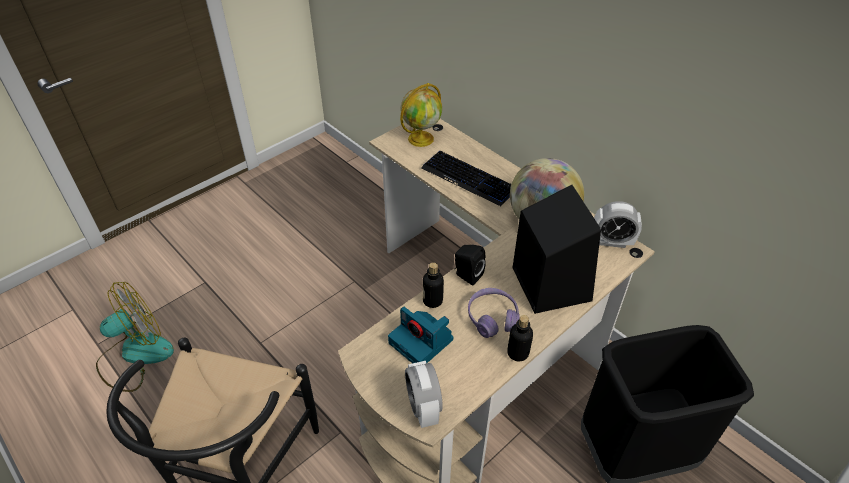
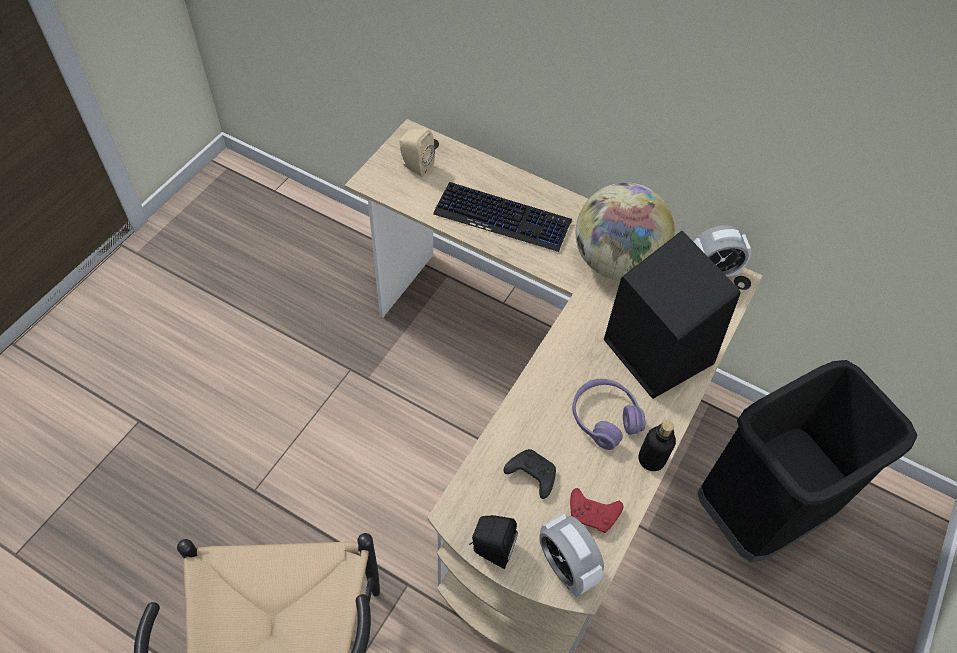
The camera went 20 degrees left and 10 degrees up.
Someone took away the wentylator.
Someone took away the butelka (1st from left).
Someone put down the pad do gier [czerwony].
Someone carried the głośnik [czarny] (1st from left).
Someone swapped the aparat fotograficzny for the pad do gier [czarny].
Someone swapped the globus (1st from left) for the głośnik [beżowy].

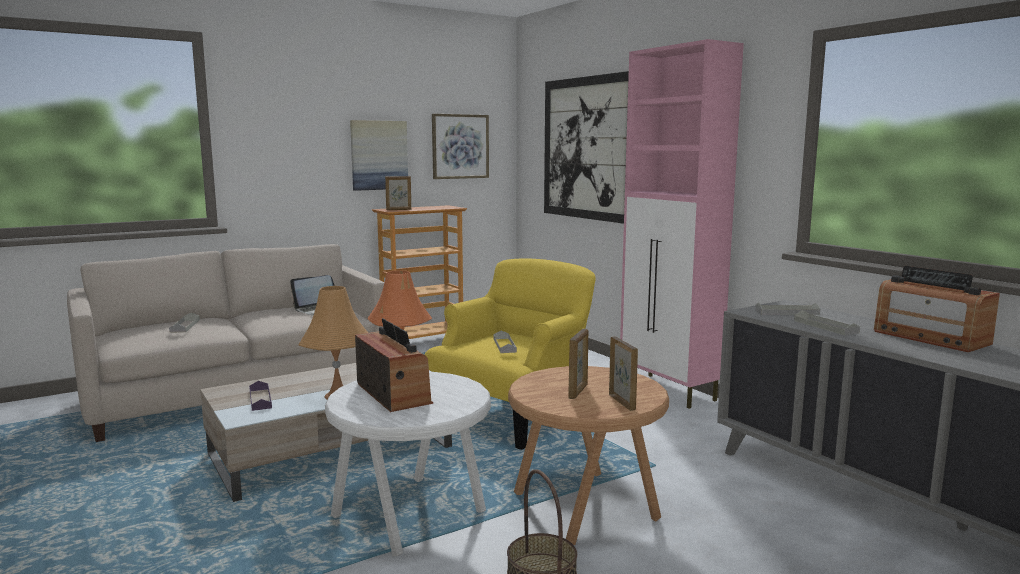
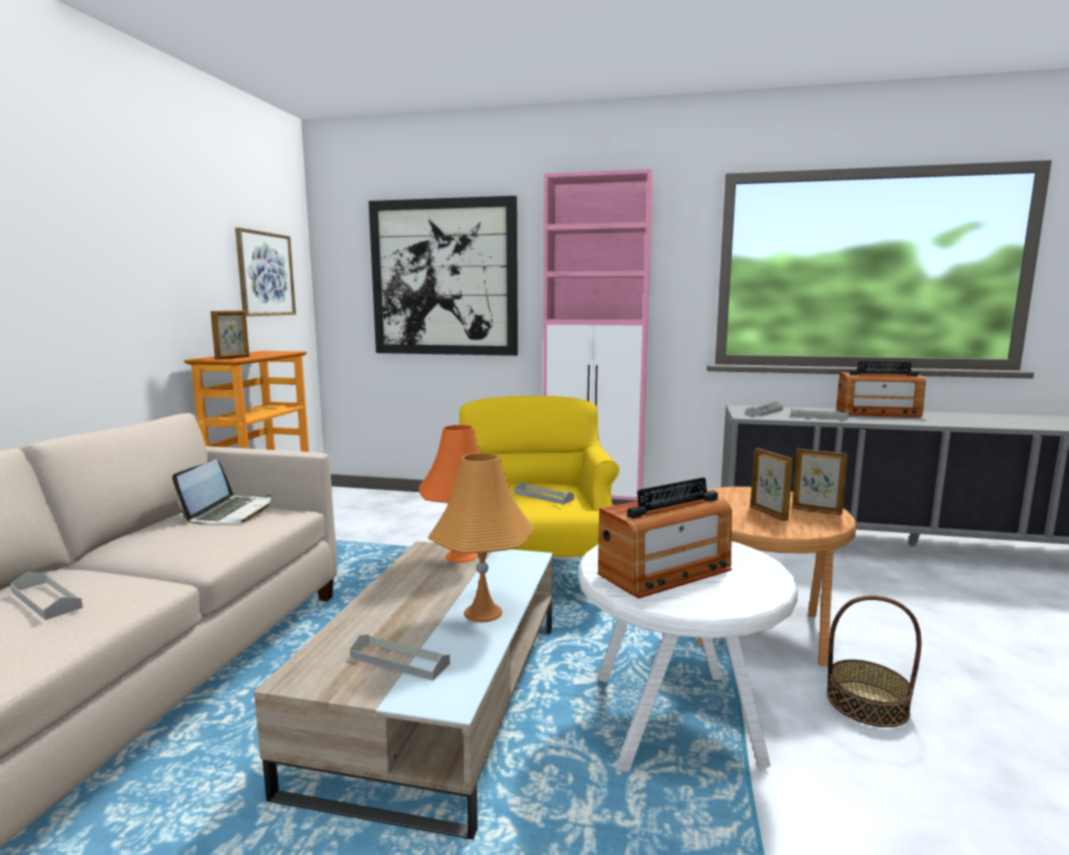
The camera went 45 degrees left and 0 degrees up.
Someone took away the obraz (1st from left).
Someone repainted the taca [fioletowy], which became the taca [szary] (2nd from left).
Someone rotated the radio (1st from left) by 135 degrees clockwise.

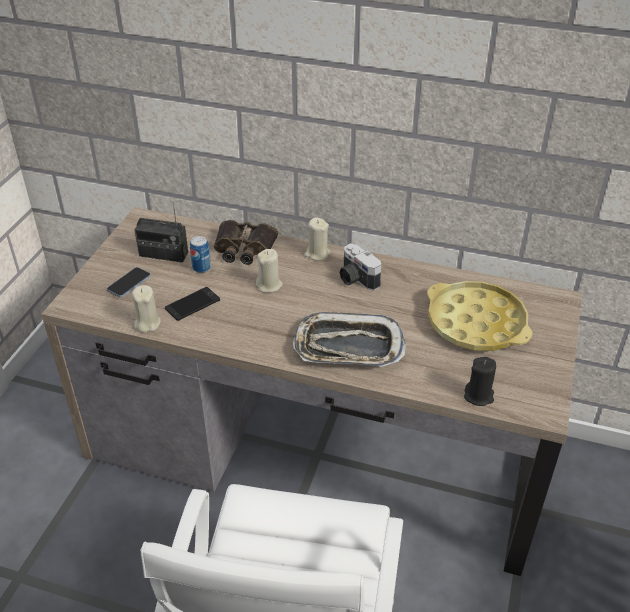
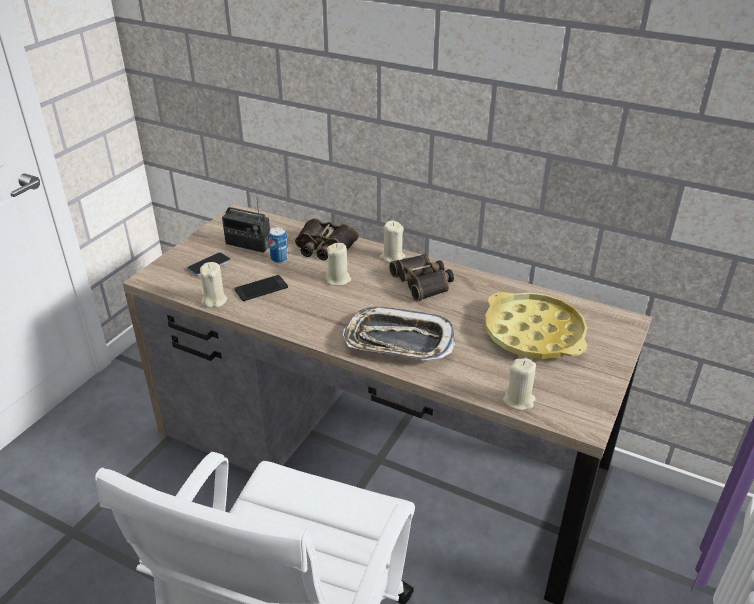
The camera went 10 degrees right and 5 degrees down.
Someone swapped the aparat fotograficzny for the lornetka (2nd from left).
Someone repainted the świeca [czarny], which became the świeca [beżowy] (4th from left).

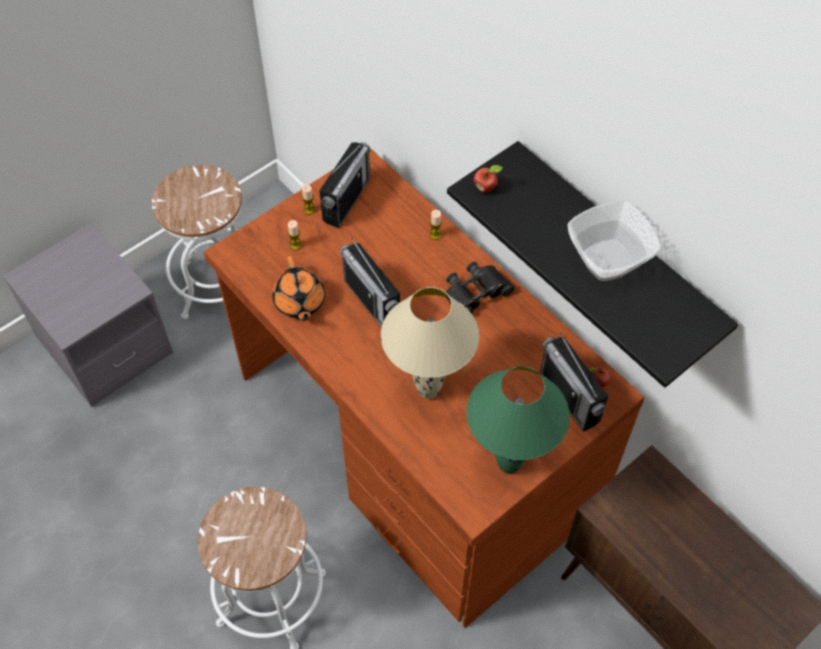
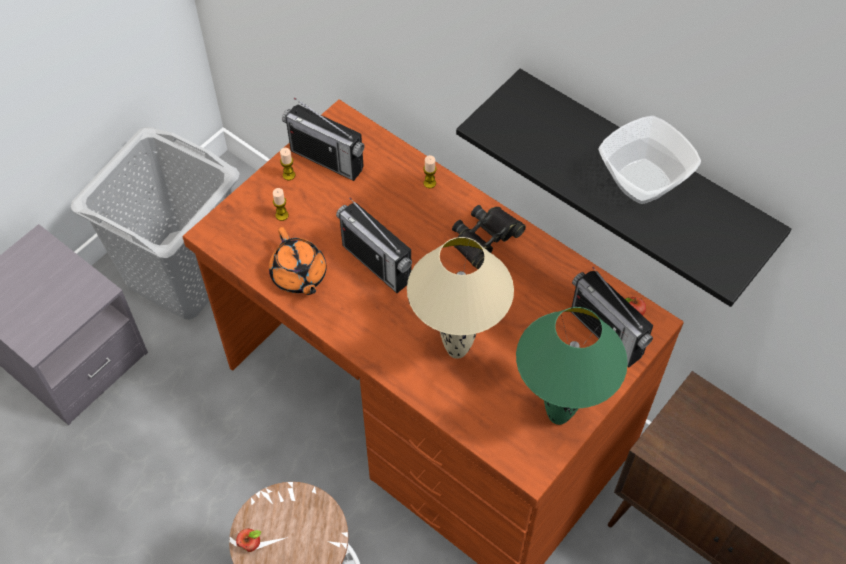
The camera went 10 degrees left and 0 degrees up.
Someone carried the jabłko (1st from left).
Someone swapped the stołek [biały] (1st from left) for the kosz na pranie [szary].
Someone rotated the radio (1st from left) by 105 degrees clockwise.

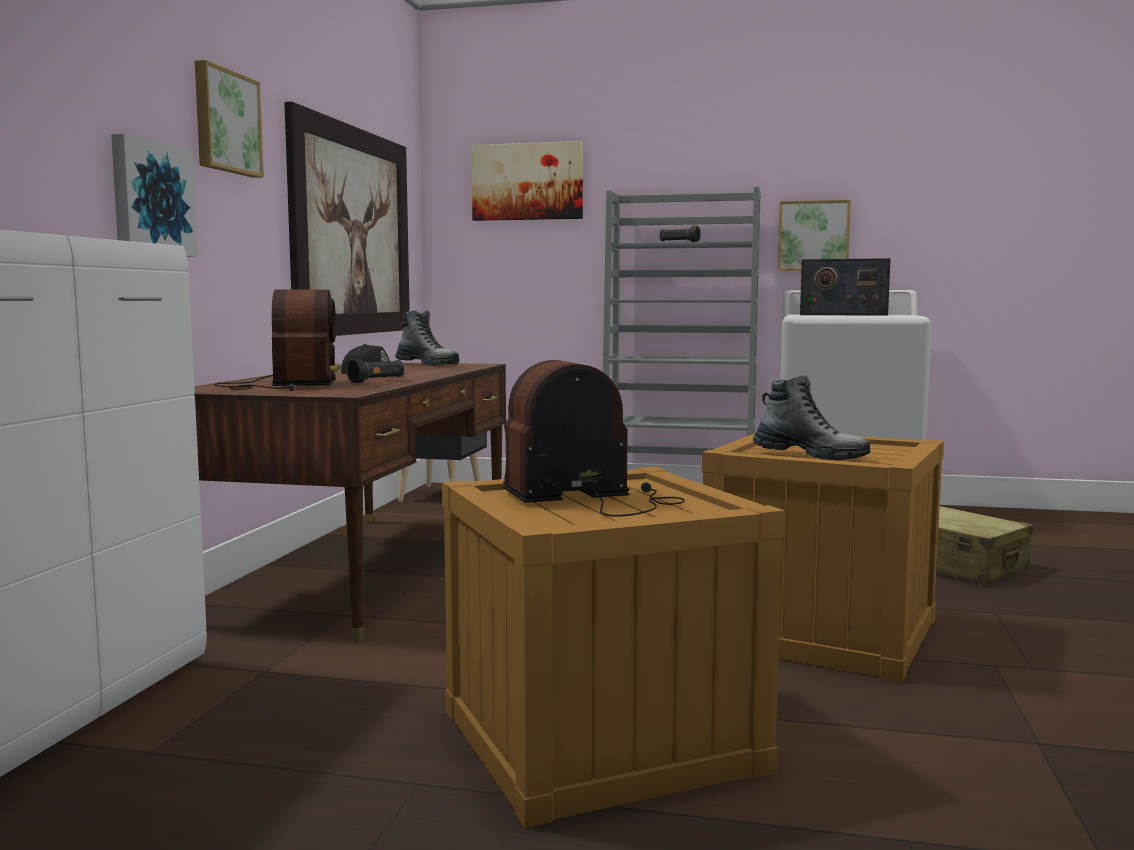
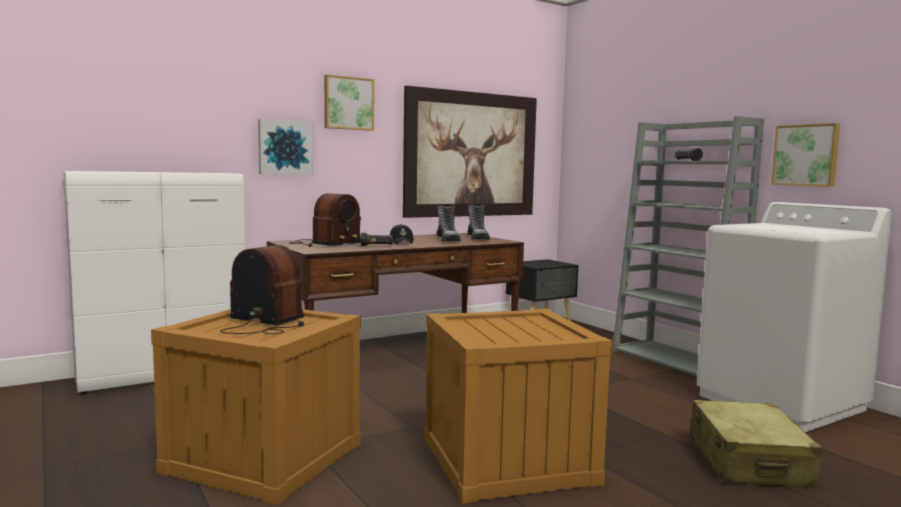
The camera went 45 degrees right and 0 degrees up.
Someone took away the obraz (4th from left).
Someone took away the radio (3rd from left).
Someone carried the but z cholewką (2nd from left in the first image).

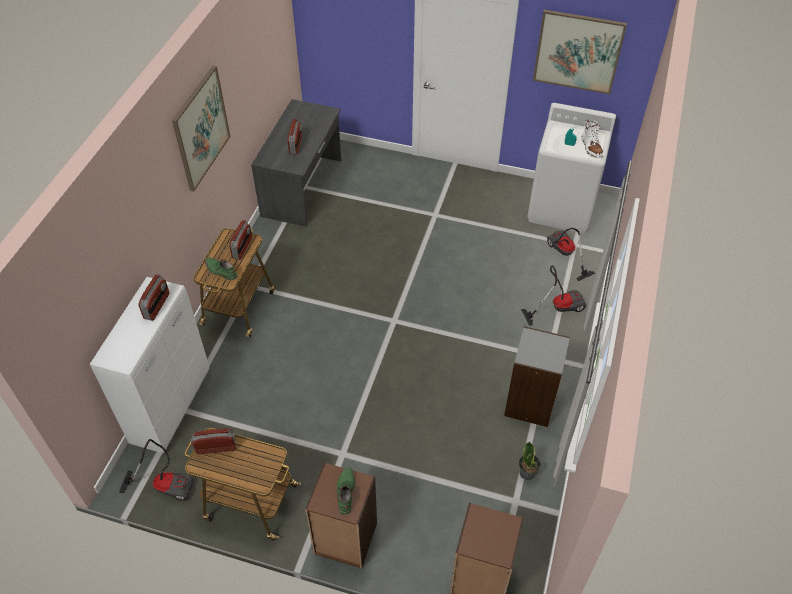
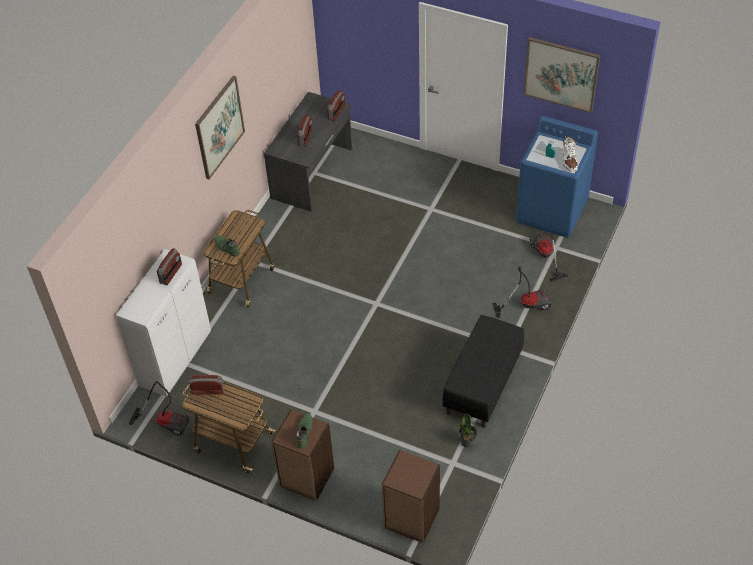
The camera went 10 degrees right and 0 degrees up.
Someone carried the radio (3rd from left in the first image).
Someone swapped the regał [szary] for the ławka [czarny].
Someone repainted the pralka [biały], which became the pralka [niebieski].

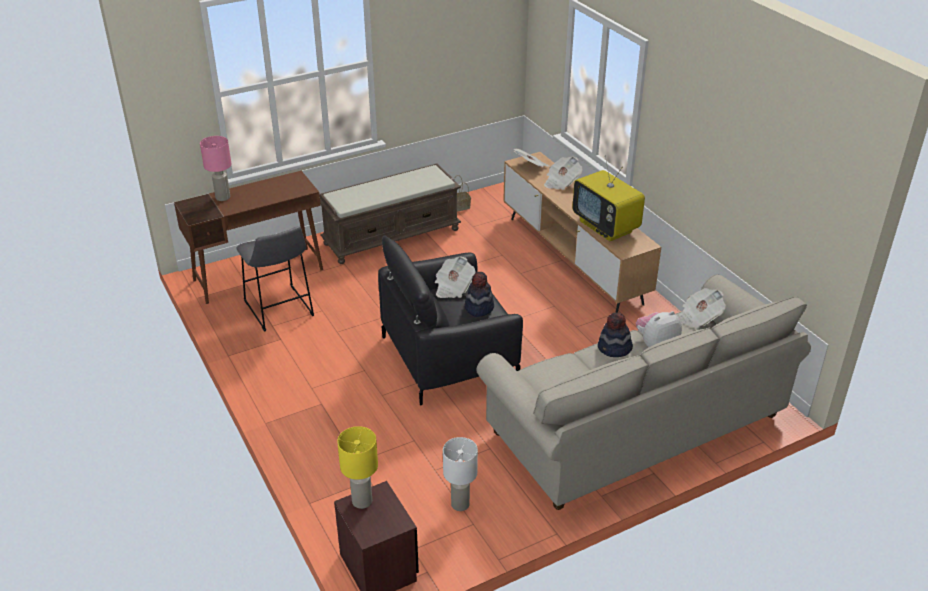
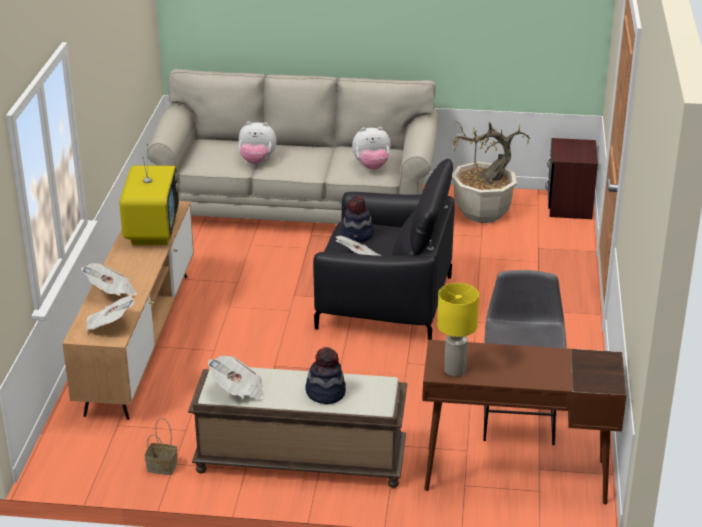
The camera went 145 degrees left and 5 degrees down.
Someone took away the lampa stołowa [różowy].
Someone put down the pluszak (2nd from left).
Someone carried the lampa stołowa [żółty].
Someone carried the kapelusz (2nd from left in the first image).
Someone carried the gazeta (4th from left in the first image).
Someone swapped the lampa stołowa [biały] for the roślina doniczkowa.

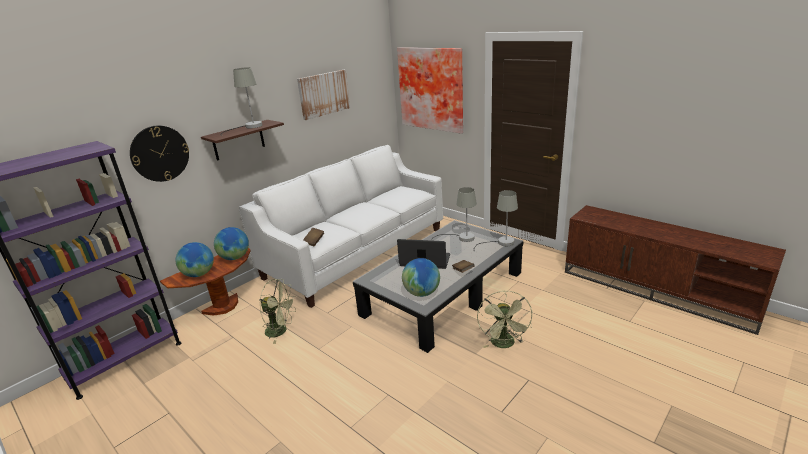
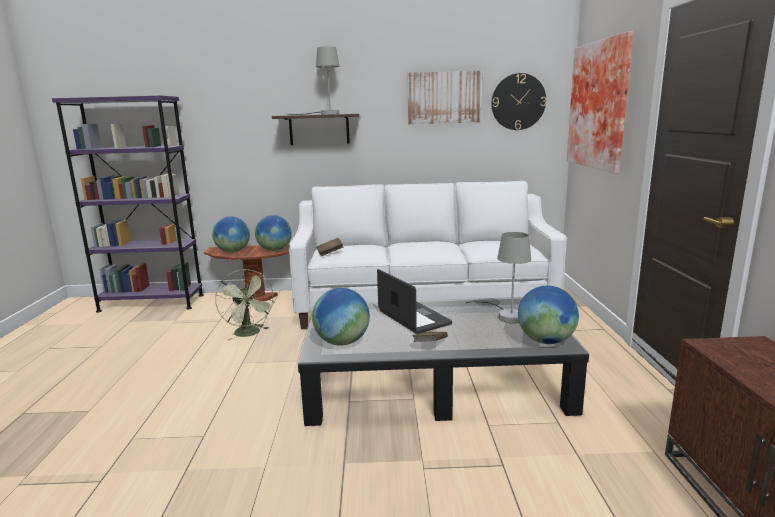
The camera went 45 degrees right and 10 degrees down.
Someone took away the wentylator [zielony] (2nd from left).
Someone carried the zegar ścienny.
Someone swapped the lampa stołowa [szary] (3rd from left) for the globus (4th from left).

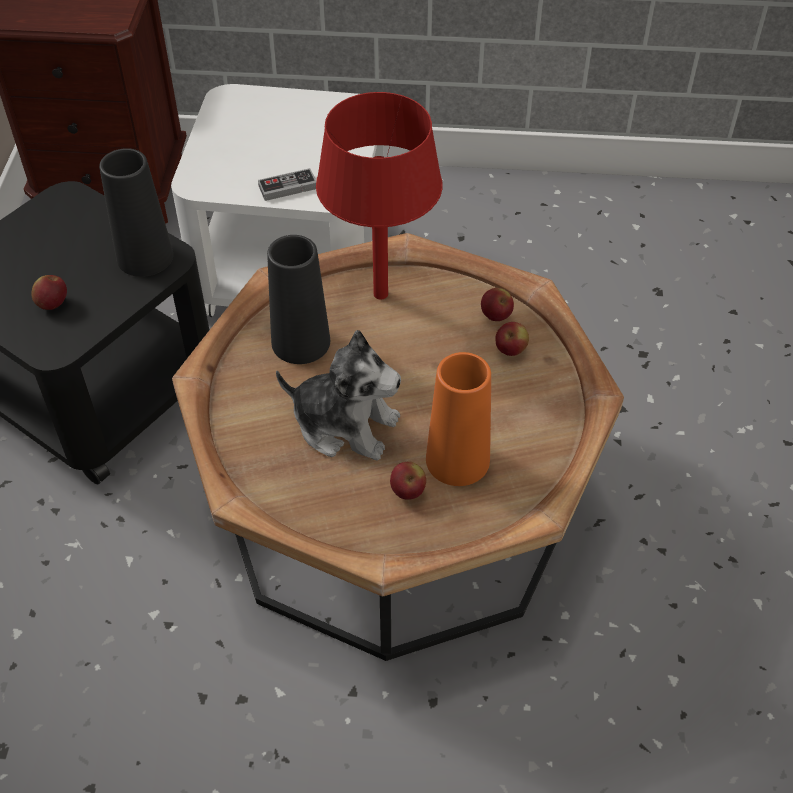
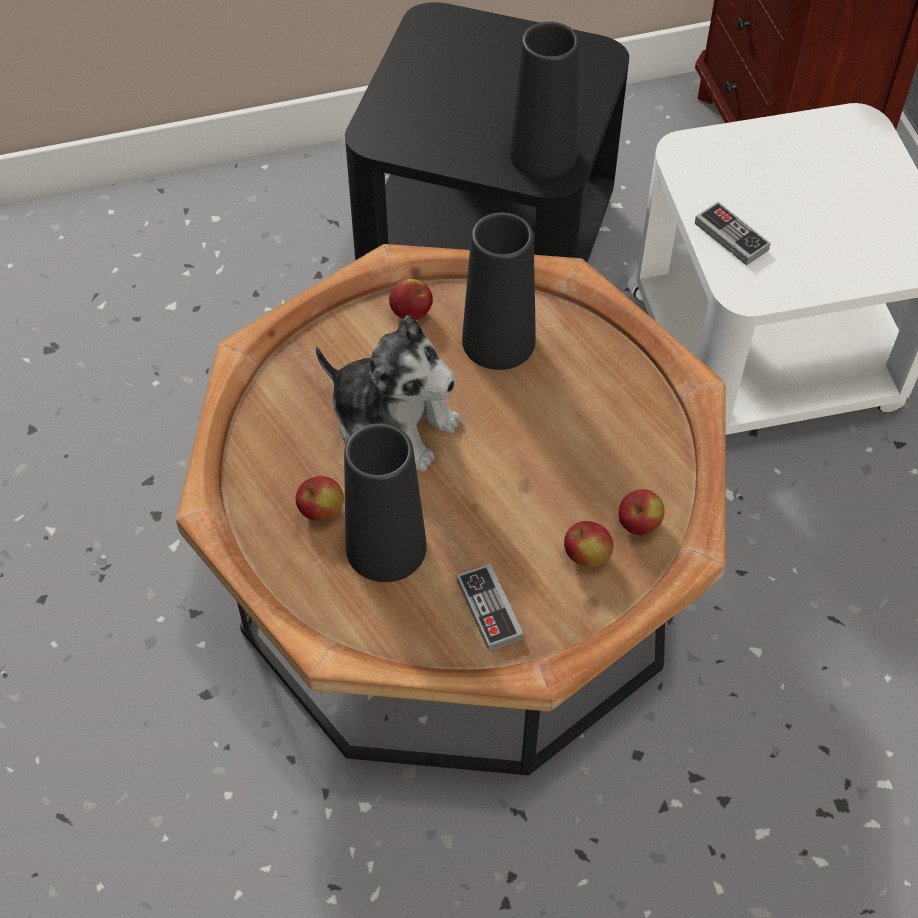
The camera went 70 degrees right and 5 degrees up.
Someone took away the lampa stołowa [czerwony].
Someone put down the pad do gier (1st from left).
Someone carried the jabłko (1st from left in the first image).
Someone repainted the wazon [pomarańczowy], which became the wazon [czarny] (1st from left).
Someone rotated the pluszak by 60 degrees counterclockwise.

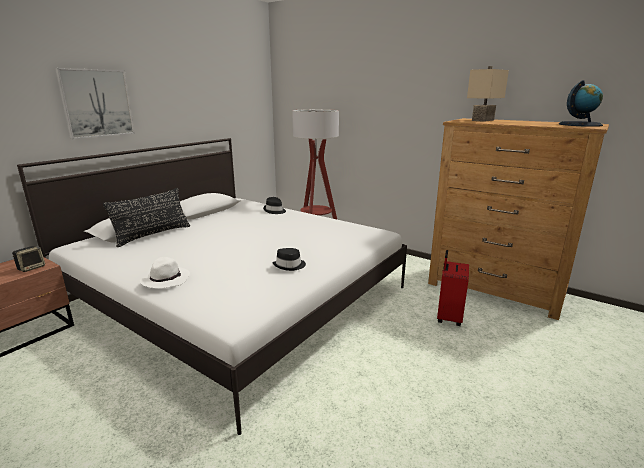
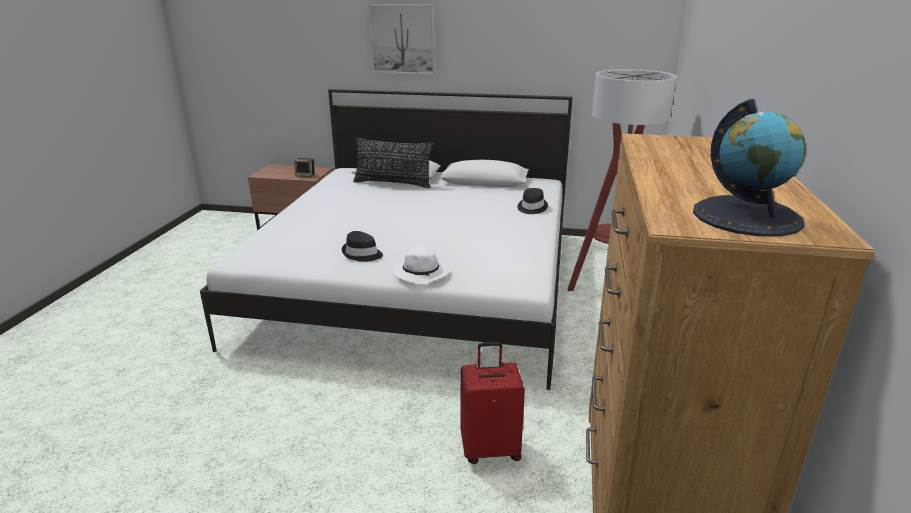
The camera went 65 degrees right and 5 degrees up.
Someone took away the lampa stołowa [beżowy].
Someone carried the kapelusz [biały].

